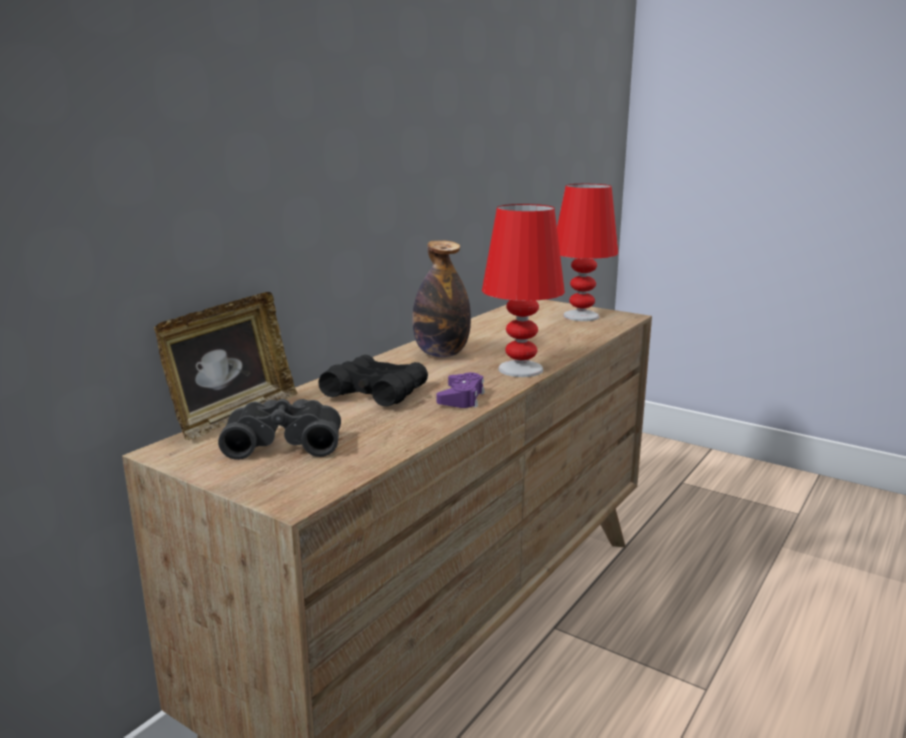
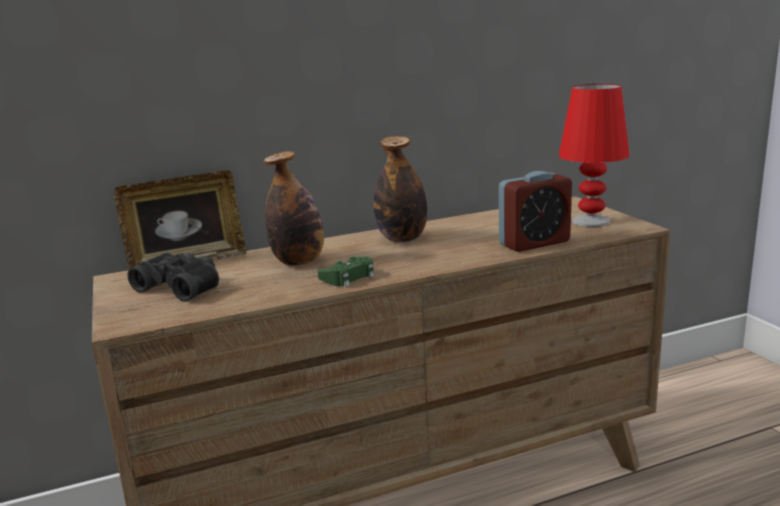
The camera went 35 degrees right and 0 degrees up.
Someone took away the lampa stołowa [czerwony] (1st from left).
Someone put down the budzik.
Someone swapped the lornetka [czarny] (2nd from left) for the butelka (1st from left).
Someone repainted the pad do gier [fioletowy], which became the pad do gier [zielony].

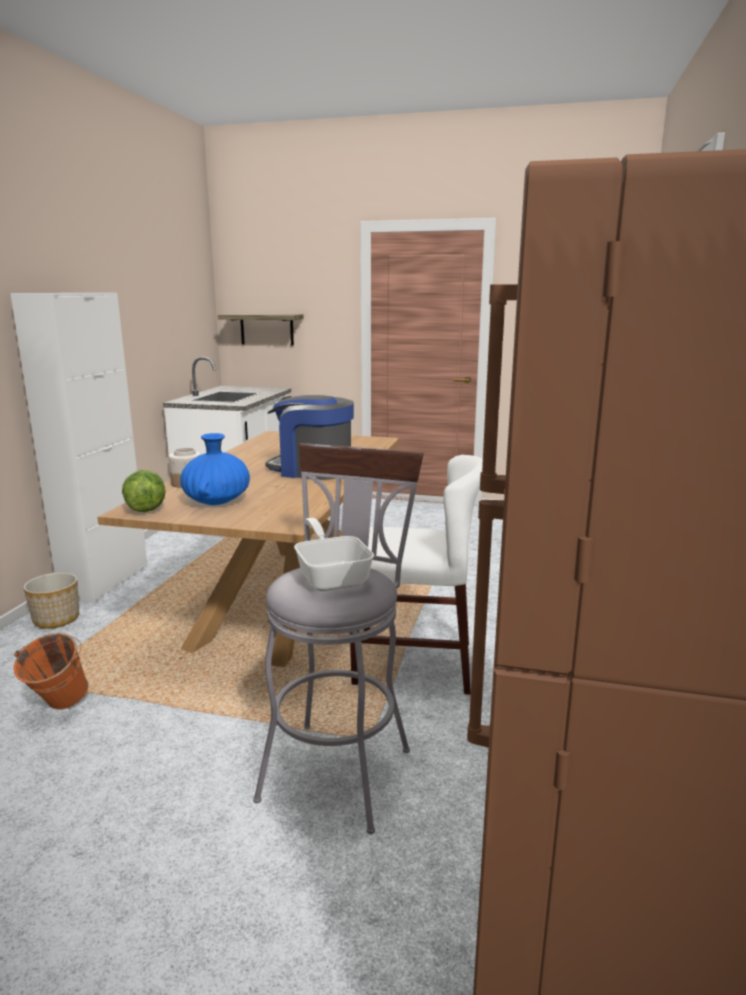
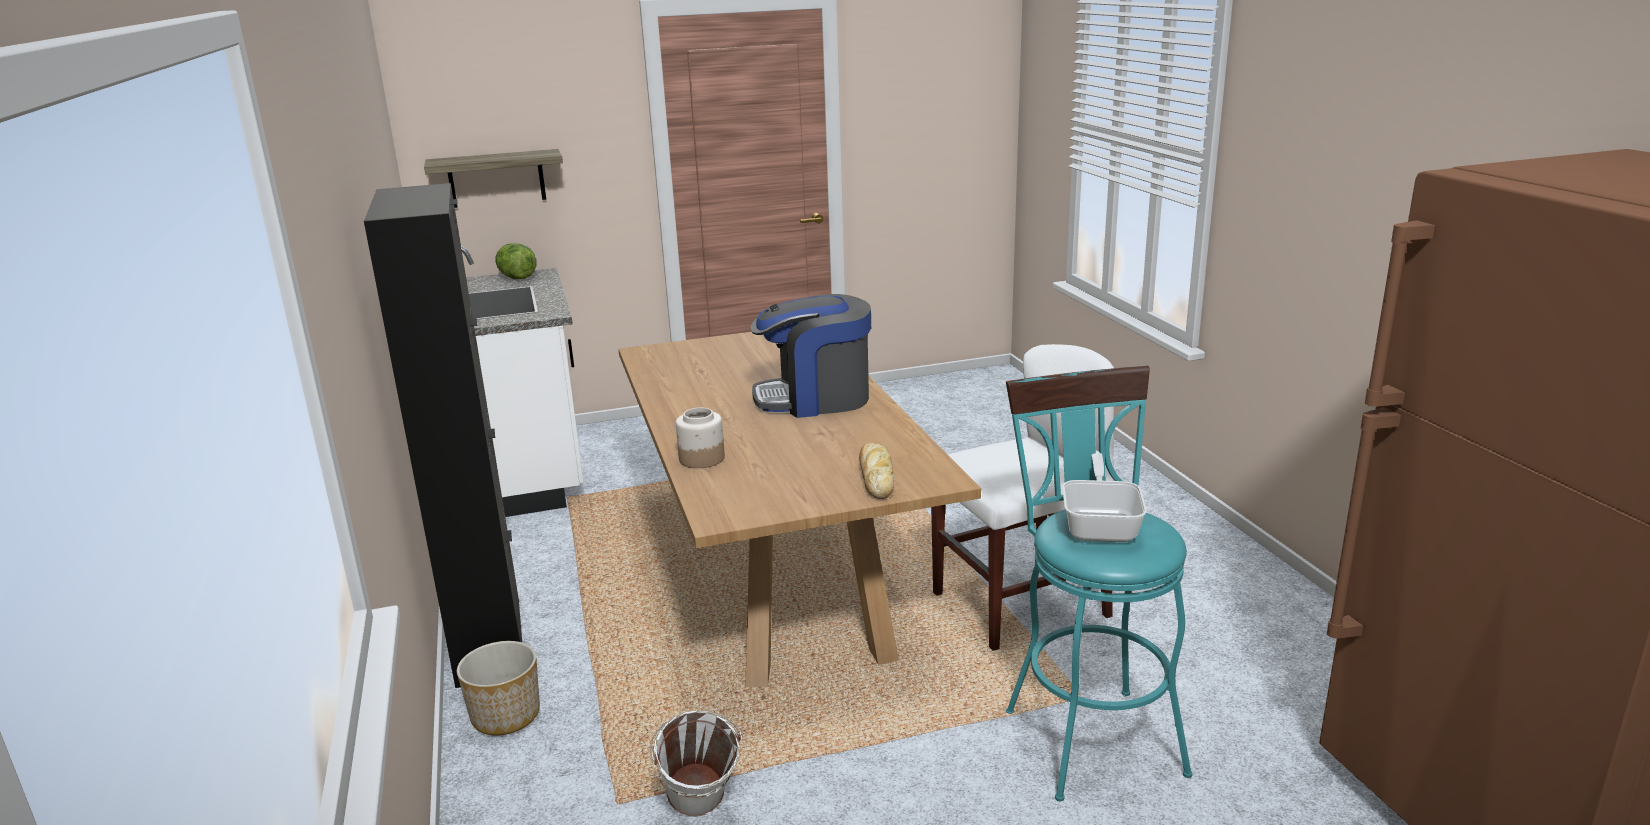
The camera went 30 degrees left and 5 degrees up.
Someone took away the wazon [niebieski].
Someone put down the chleb.
Someone carried the sałata.
Someone repainted the szafka [biały], which became the szafka [czarny].
Someone repainted the wiadro [pomarańczowy], which became the wiadro [biały].
Someone repainted the stołek [szary], which became the stołek [turkusowy].
Someone rotated the patelnia by 60 degrees clockwise.

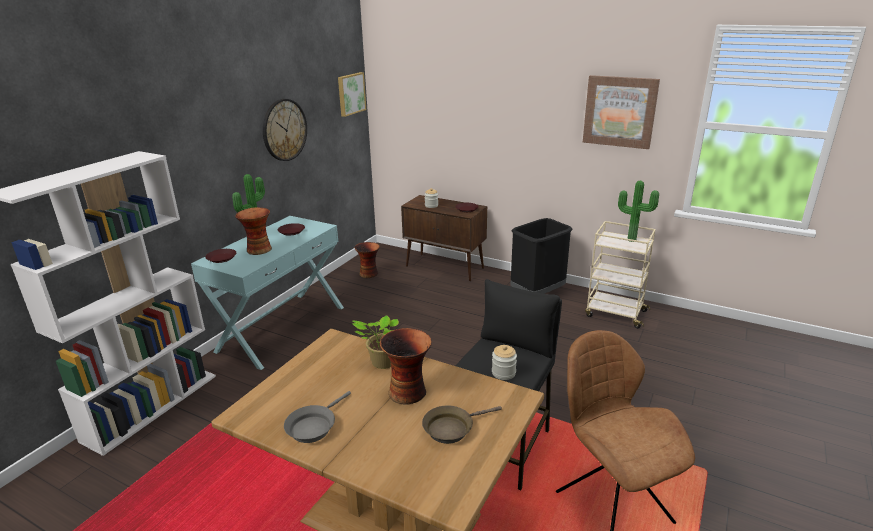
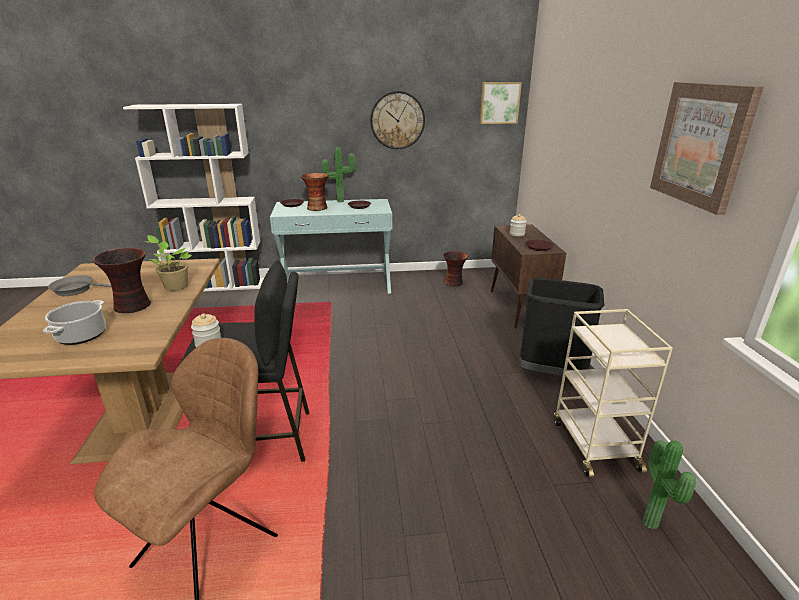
The camera went 55 degrees right and 0 degrees up.
Someone carried the roślina doniczkowa (3rd from left).
Someone swapped the patelnia [brązowy] for the garnek.

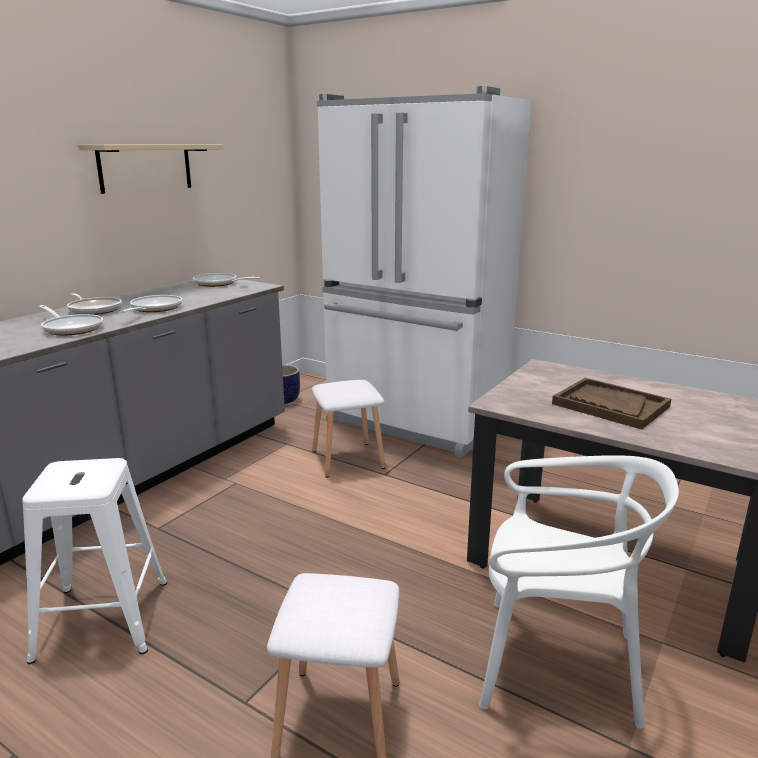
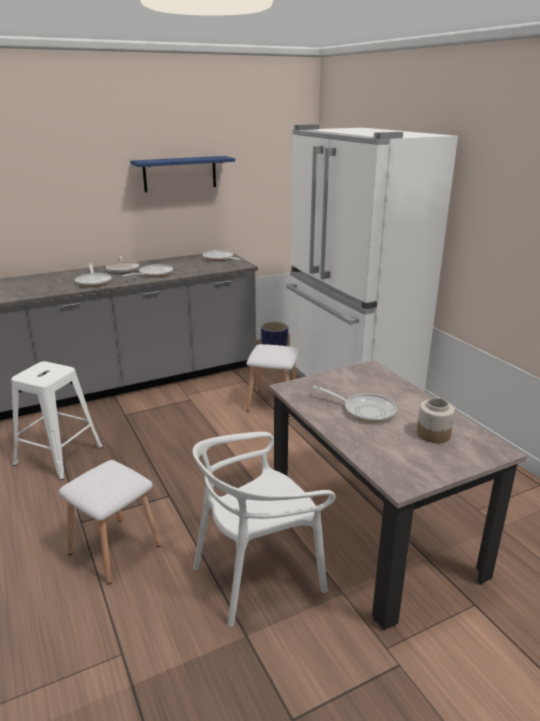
The camera went 30 degrees right and 5 degrees up.
Someone put down the słoik.
Someone swapped the taca [brązowy] for the patelnia (5th from left).
Someone repainted the półka [beżowy], which became the półka [niebieski].
Someone rotated the krzesło [biały] by 105 degrees clockwise.

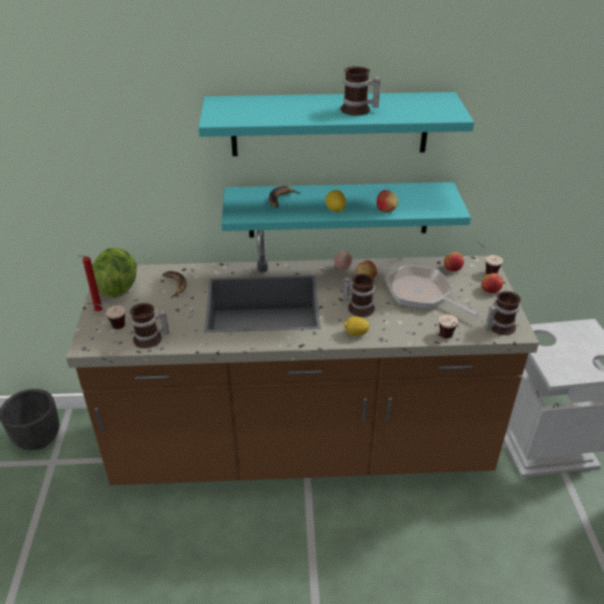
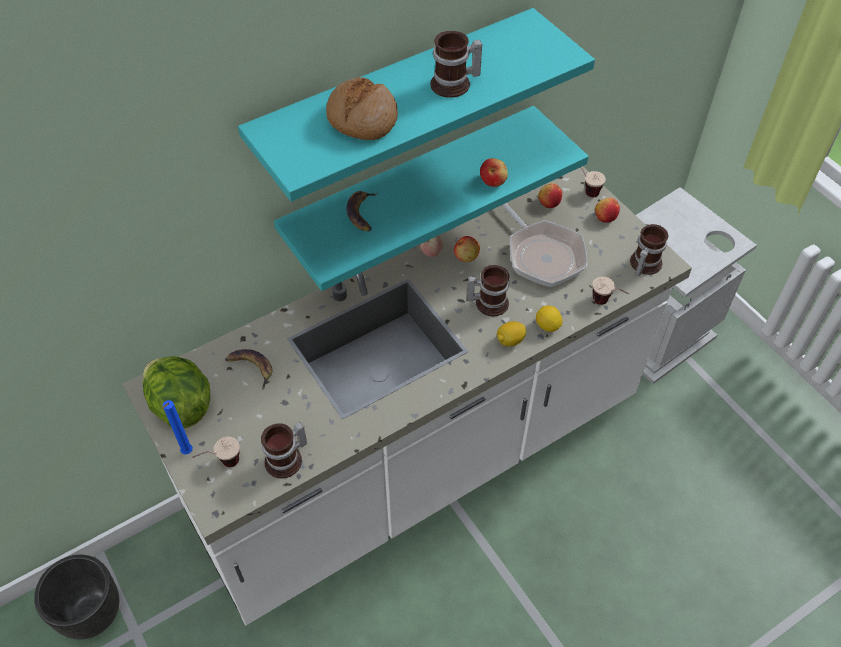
The camera went 30 degrees left and 15 degrees up.
Someone put down the chleb.
Someone carried the cytryna (1st from left in the first image).
Someone repainted the zabudowa kuchenna [brązowy], which became the zabudowa kuchenna [biały].
Someone repainted the świeca [czerwony], which became the świeca [niebieski].
Someone rotated the patelnia by 135 degrees counterclockwise.

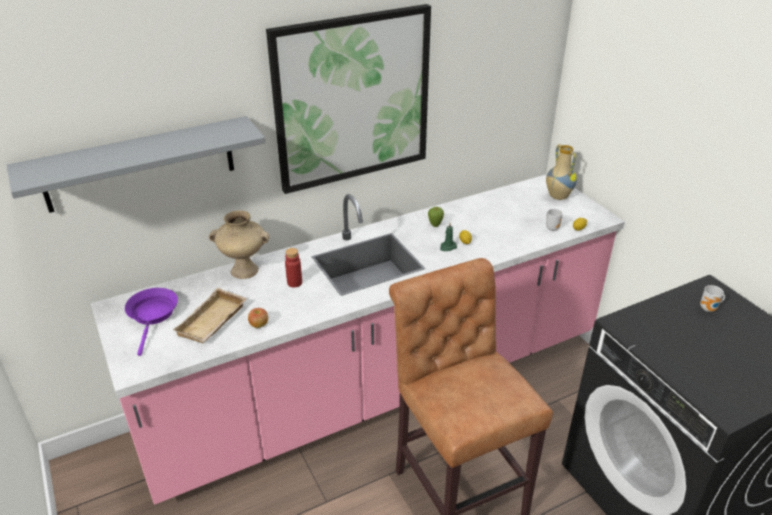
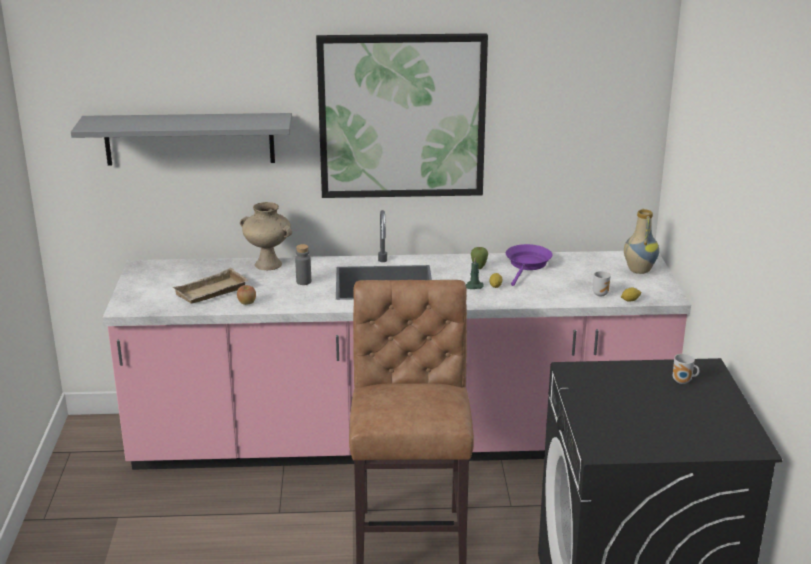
The camera went 25 degrees right and 10 degrees down.
Someone carried the patelnia [fioletowy].
Someone repainted the butelka [czerwony], which became the butelka [szary].

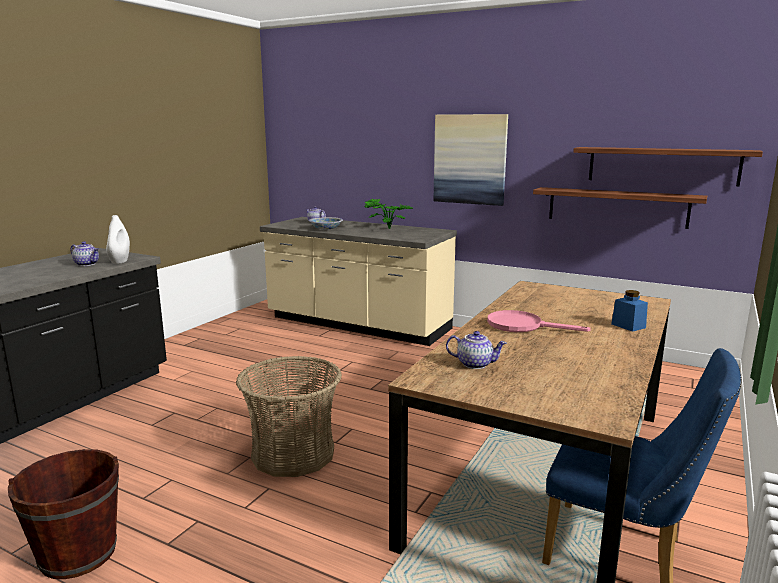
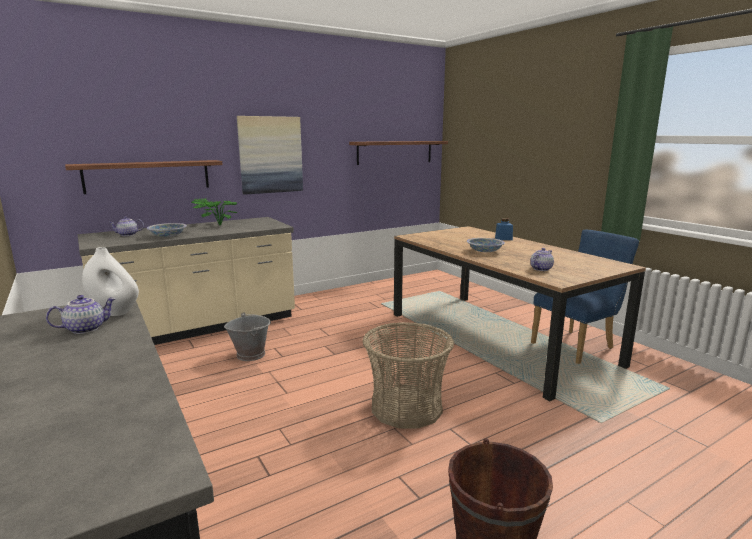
The camera went 60 degrees left and 0 degrees up.
Someone put down the wiadro [szary].
Someone carried the półka (1st from left).
Someone swapped the patelnia [różowy] for the miska (2nd from left).

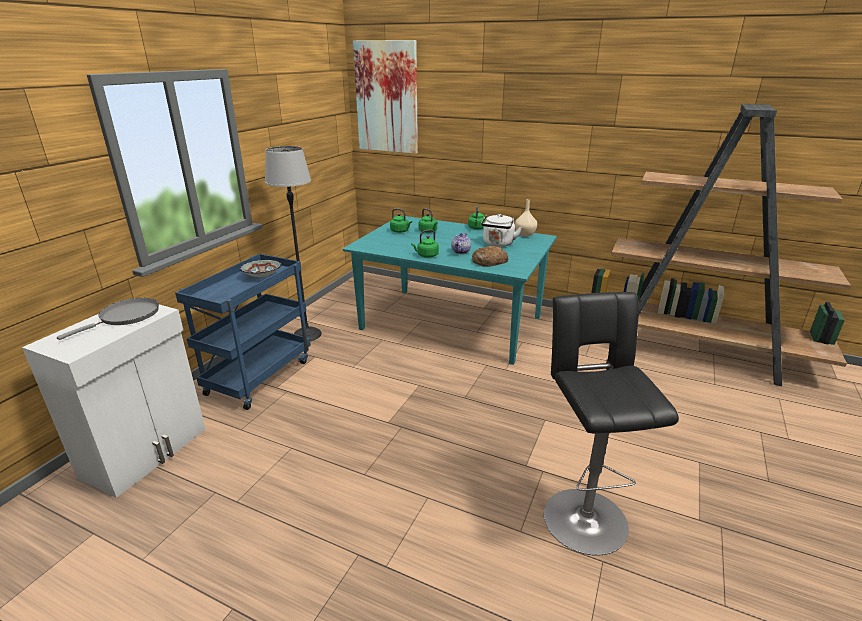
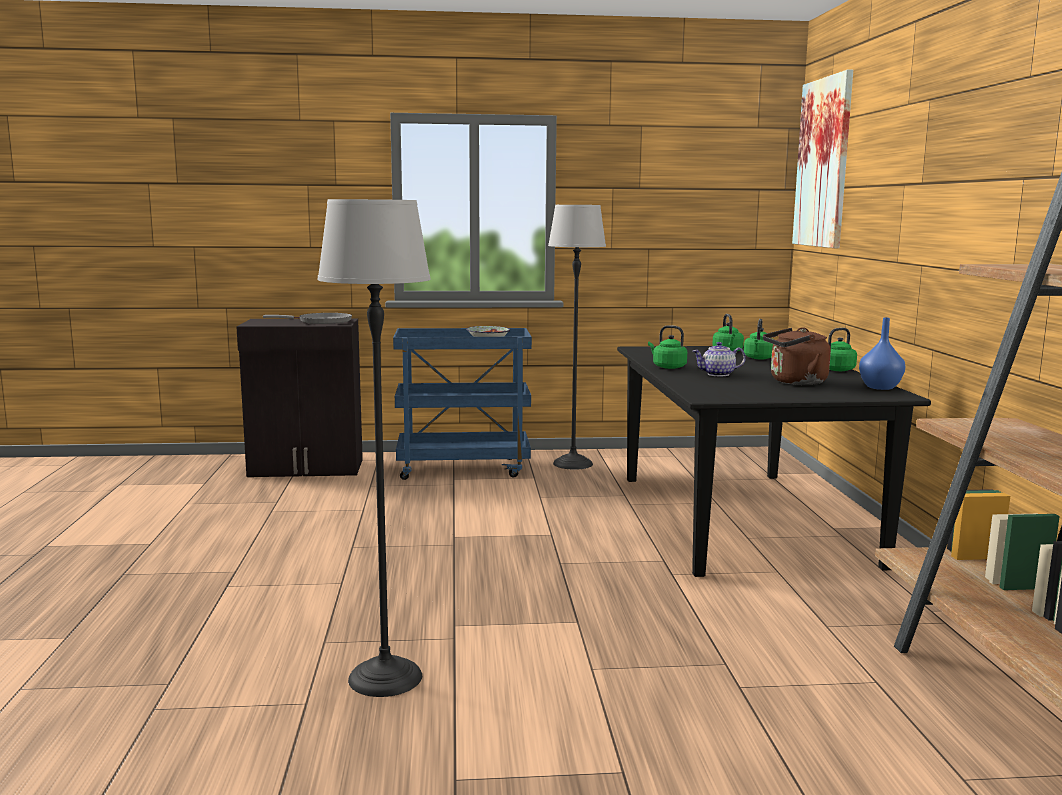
The camera went 60 degrees right and 15 degrees down.
Someone took away the chleb.
Someone swapped the stołek [czarny] for the lampa stojąca (1st from left).
Someone repainted the szafka [biały], which became the szafka [czarny].
Someone repainted the stół jadalny [turkusowy], which became the stół jadalny [czarny].
Someone repainted the czajnik [biały], which became the czajnik [brązowy].
Someone repainted the wazon [beżowy], which became the wazon [niebieski].

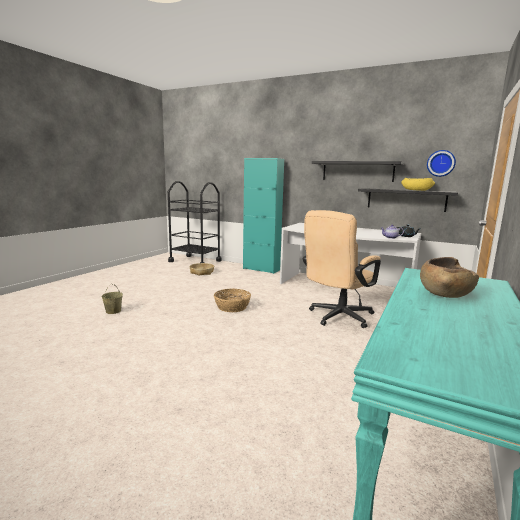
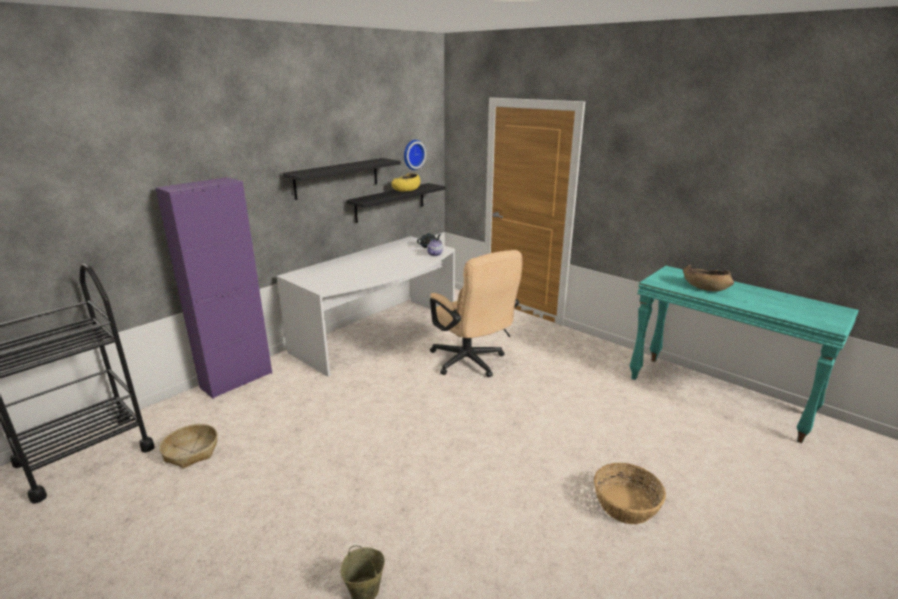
The camera went 75 degrees left and 10 degrees up.
Someone carried the koszyk (2nd from left).
Someone repainted the szafka [turkusowy], which became the szafka [fioletowy].

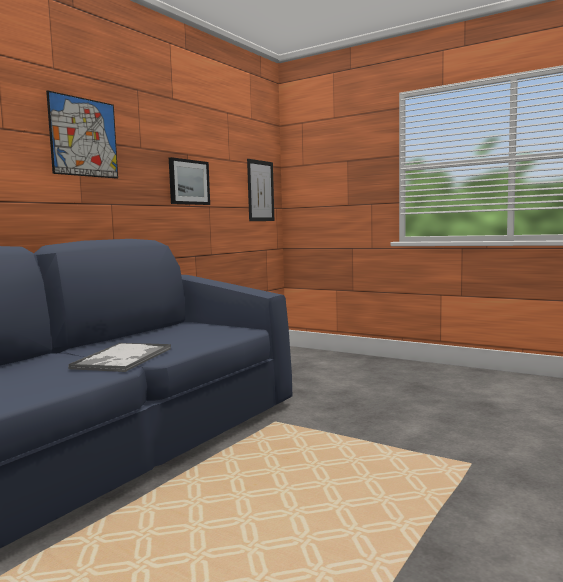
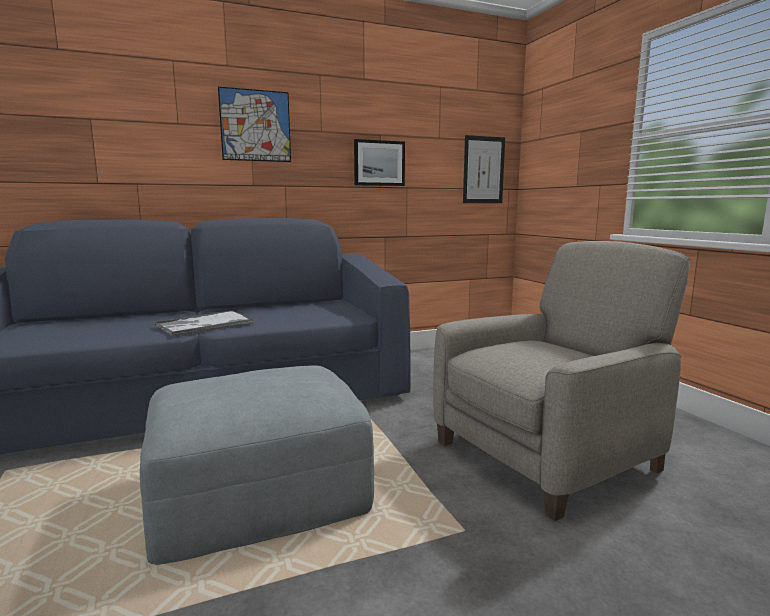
The camera went 35 degrees right and 5 degrees up.
Someone put down the pufa [szary].
Someone put down the fotel [beżowy].

